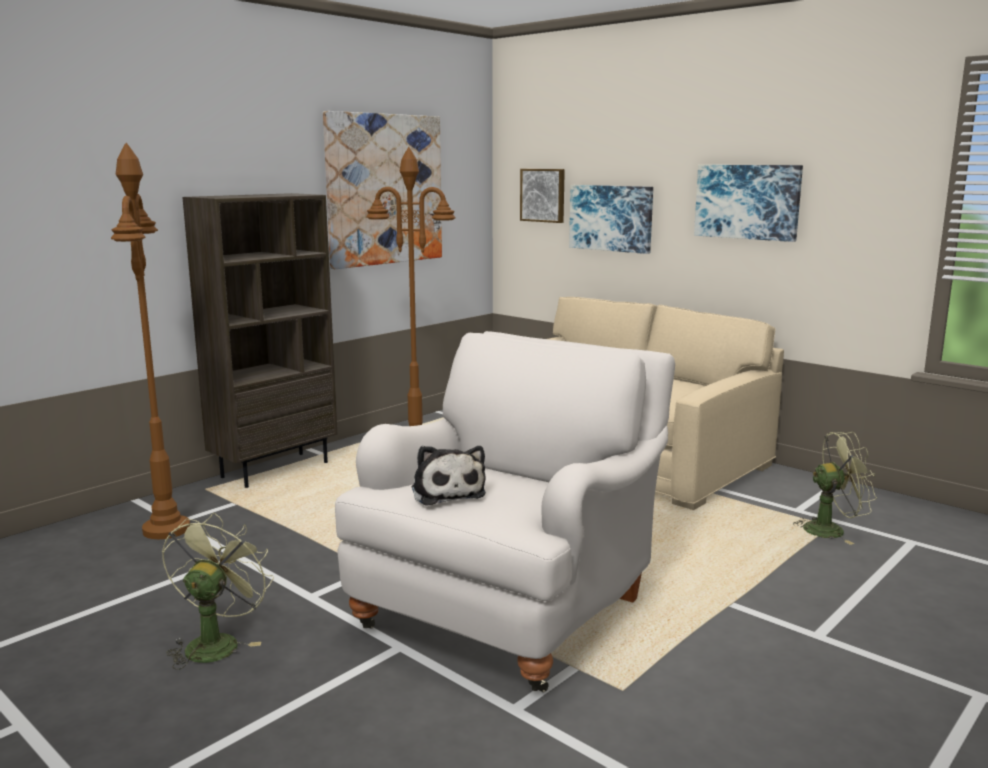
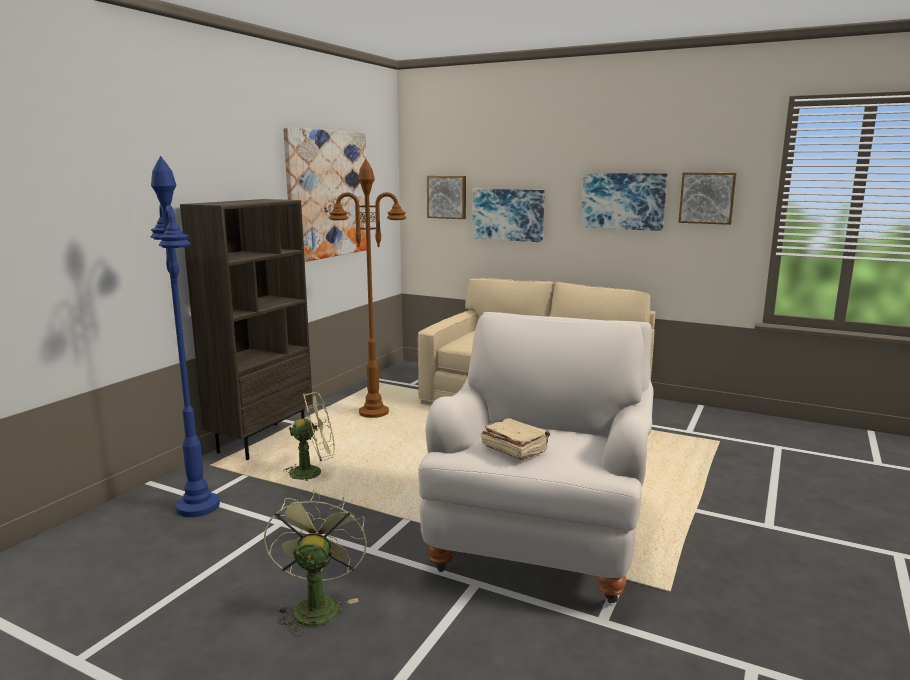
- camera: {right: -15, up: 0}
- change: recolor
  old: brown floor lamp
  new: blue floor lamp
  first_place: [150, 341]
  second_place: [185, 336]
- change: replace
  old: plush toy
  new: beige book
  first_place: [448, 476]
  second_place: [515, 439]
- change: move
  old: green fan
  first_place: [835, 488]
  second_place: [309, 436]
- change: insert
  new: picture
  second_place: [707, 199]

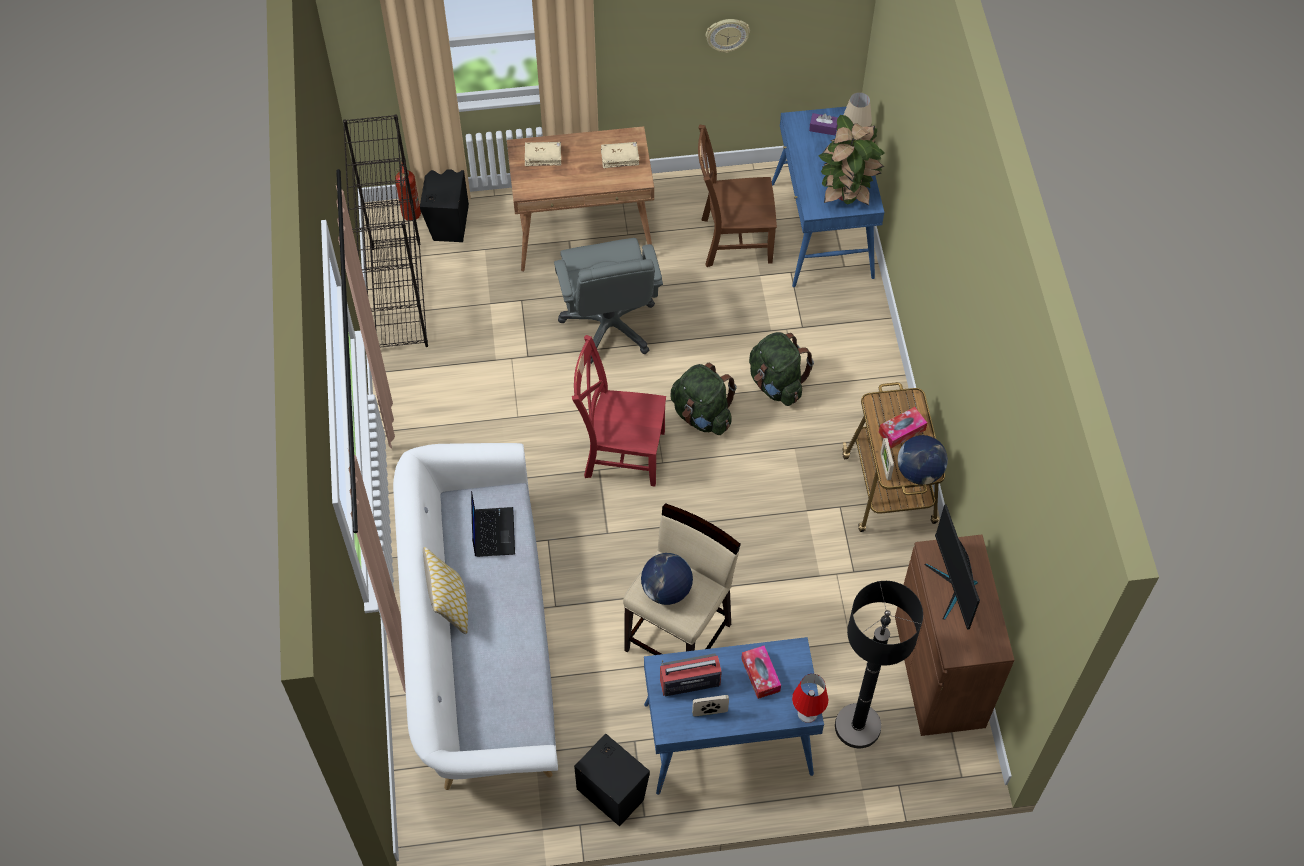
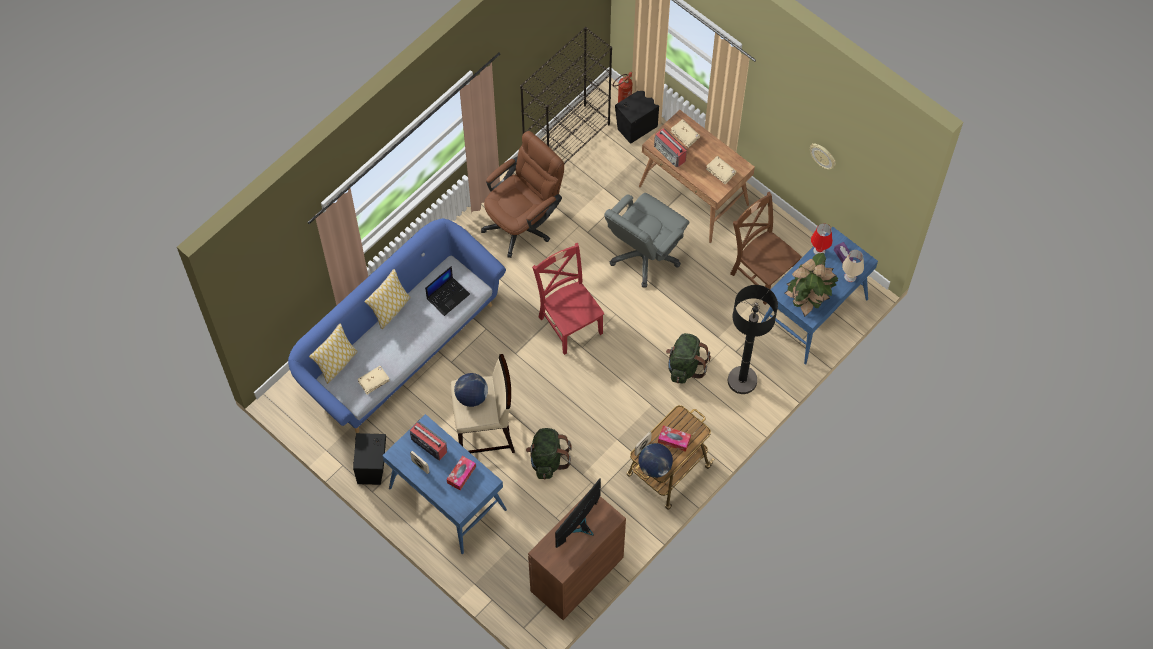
- camera: {right: 50, up: 5}
- change: recolor
  old: white sofa
  new: blue sofa
  first_place: [475, 616]
  second_place: [397, 325]
- change: move
  old: green backpack
  first_place: [703, 399]
  second_place: [549, 453]
- change: move
  old: red table lamp
  first_place: [810, 698]
  second_place: [822, 239]
- change: move
  old: black floor lamp
  first_place: [879, 664]
  second_place: [753, 339]
- change: insert
  new: pillow
  second_place: [333, 354]
- change: insert
  new: beige book
  second_place: [374, 380]
- change: insert
  new: brown office chair
  second_place: [522, 194]
- change: insert
  new: radio
  second_place: [670, 148]

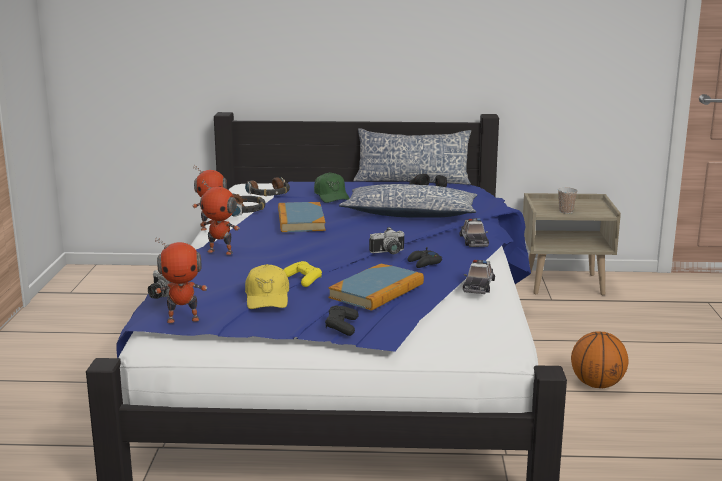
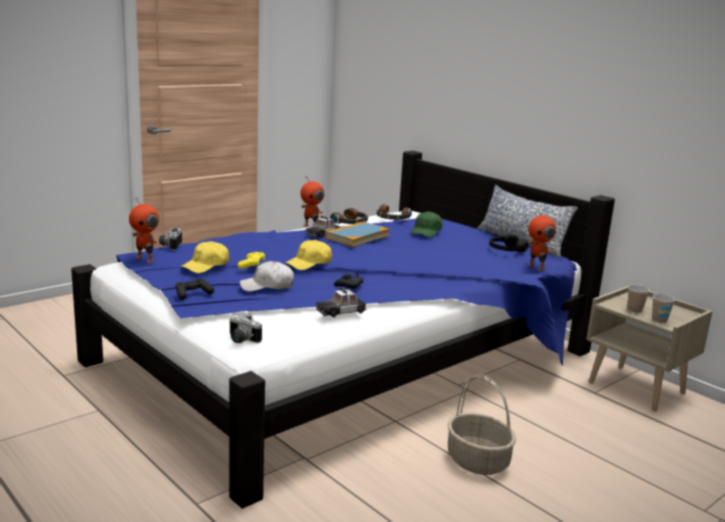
- camera: {right: 45, up: 0}
- change: move
  old: toy robot
  first_place: [220, 217]
  second_place: [542, 239]
- change: replace
  old: book
  new: white cap
  first_place: [376, 287]
  second_place: [267, 276]
- change: delete
  old: pillow
  first_place: [408, 201]
- change: move
  old: photo camera
  first_place: [386, 240]
  second_place: [246, 328]
- change: move
  old: toy car
  first_place: [474, 232]
  second_place: [322, 227]
- change: replace
  old: basketball
  new: basket
  first_place: [600, 359]
  second_place: [482, 424]
- change: insert
  new: yellow cap
  second_place: [308, 255]
- change: insert
  new: cup
  second_place: [663, 308]

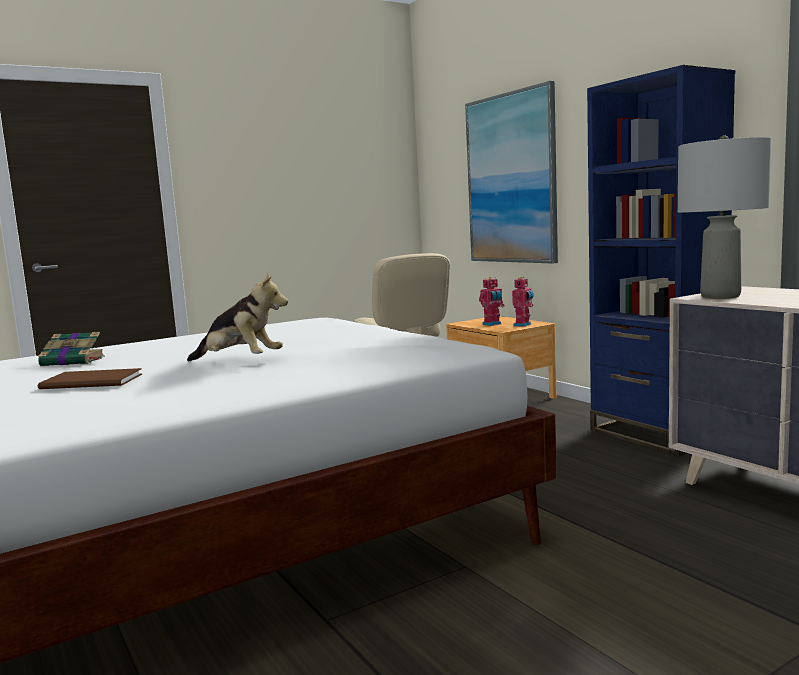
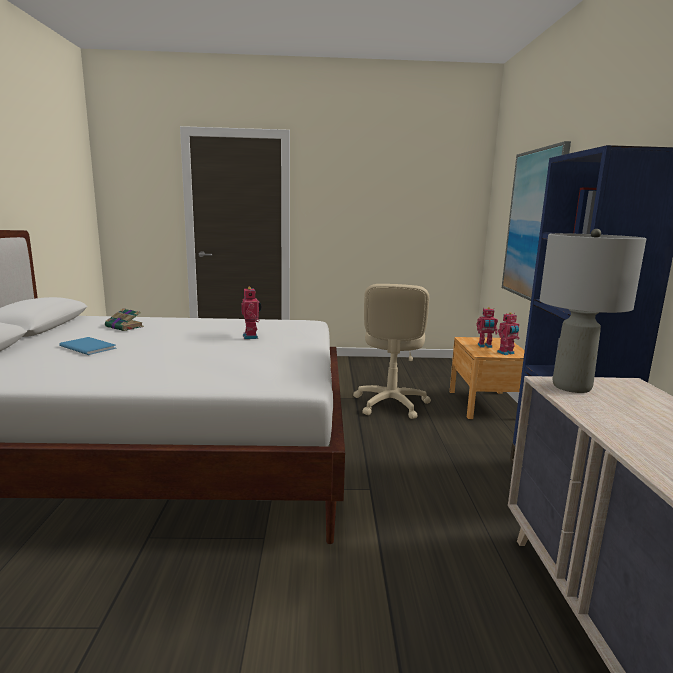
- camera: {right: 30, up: 5}
- change: recolor
  old: brown book
  new: blue book
  first_place: [90, 378]
  second_place: [87, 346]
- change: delete
  old: plush toy
  first_place: [237, 317]
- change: insert
  new: toy robot
  second_place: [251, 313]

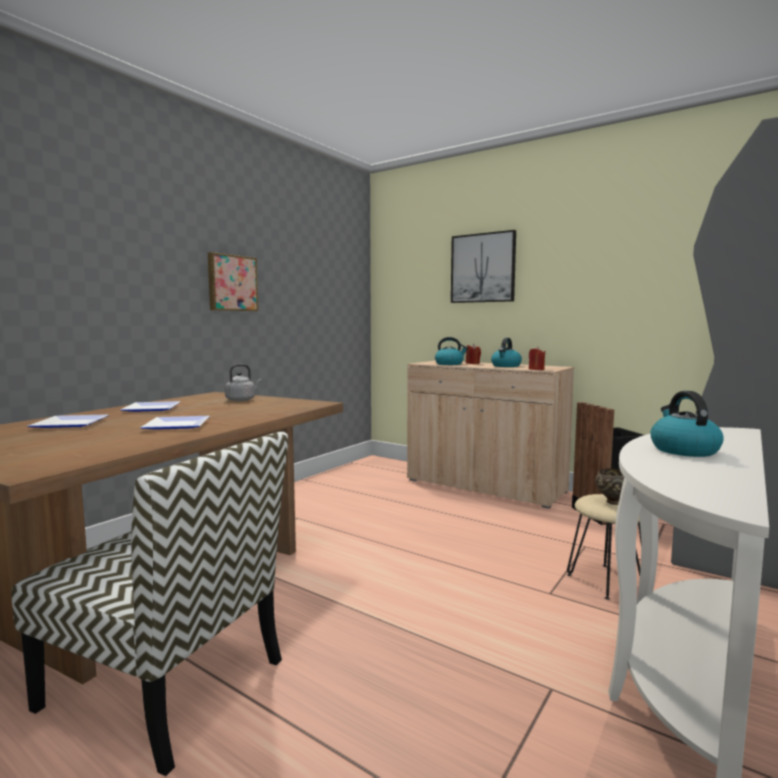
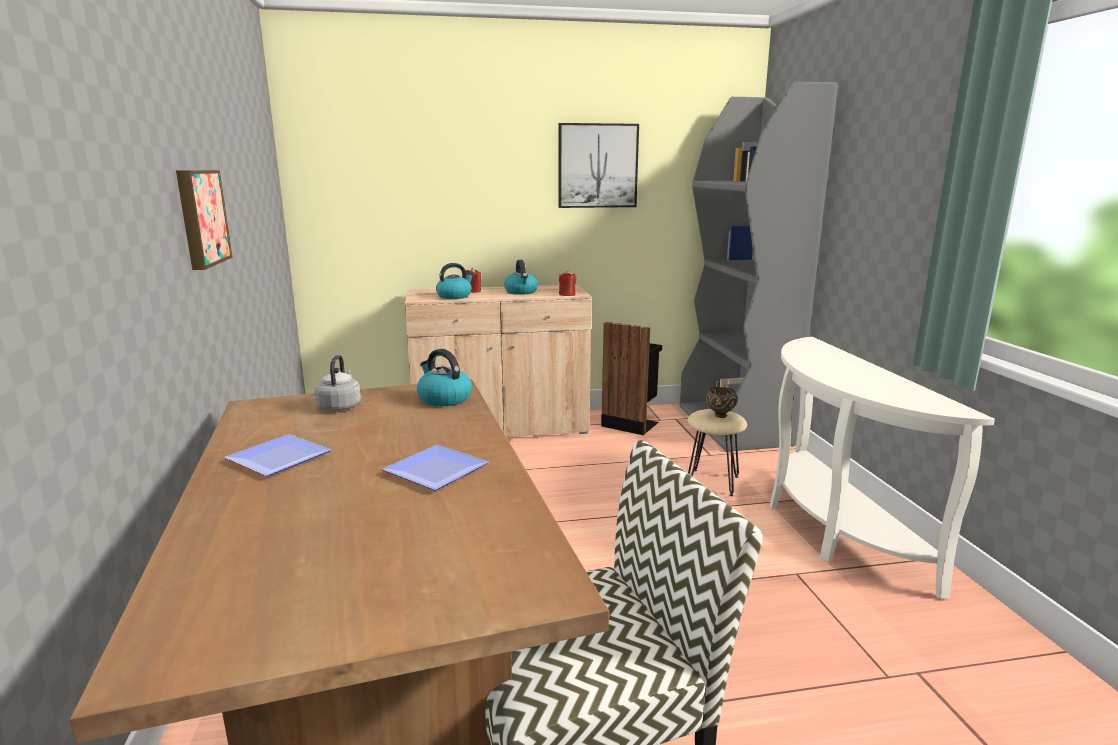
- camera: {right: -45, up: 10}
- change: delete
  old: plate
  first_place: [68, 421]
- change: move
  old: picture
  first_place: [483, 266]
  second_place: [599, 165]
- change: move
  old: kettle
  first_place: [687, 424]
  second_place: [444, 377]

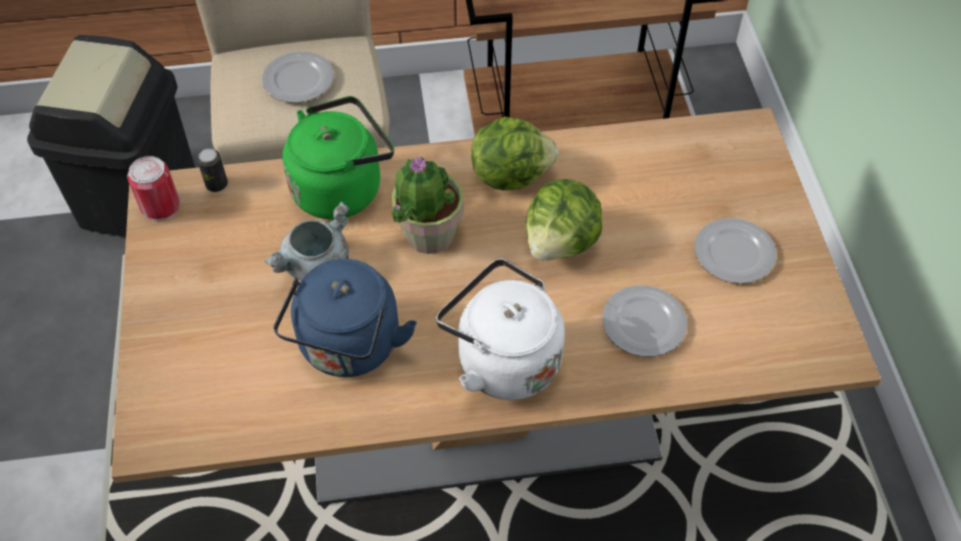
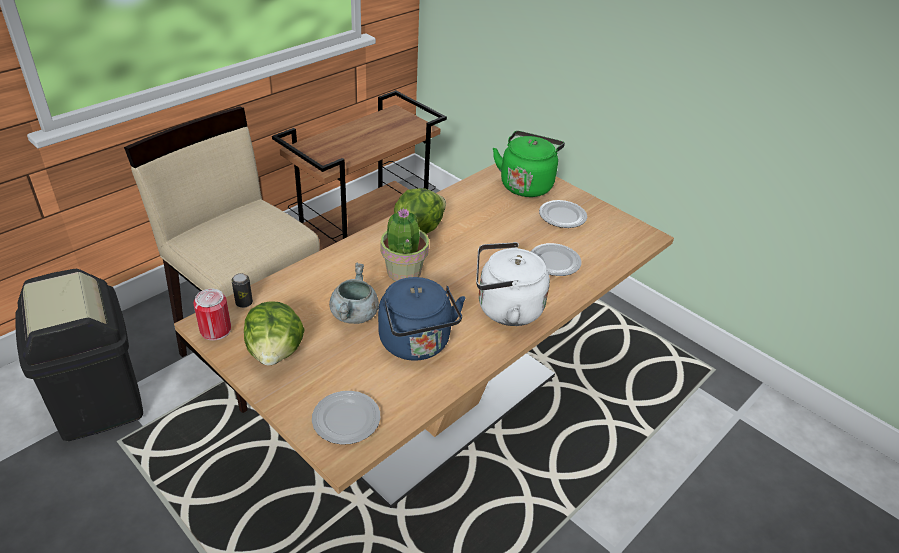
- camera: {right: -40, up: -15}
- change: move
  old: plate
  first_place: [298, 77]
  second_place: [346, 418]
- change: move
  old: green kettle
  first_place: [338, 157]
  second_place: [529, 164]
- change: move
  old: lettuce
  first_place: [564, 219]
  second_place: [274, 333]

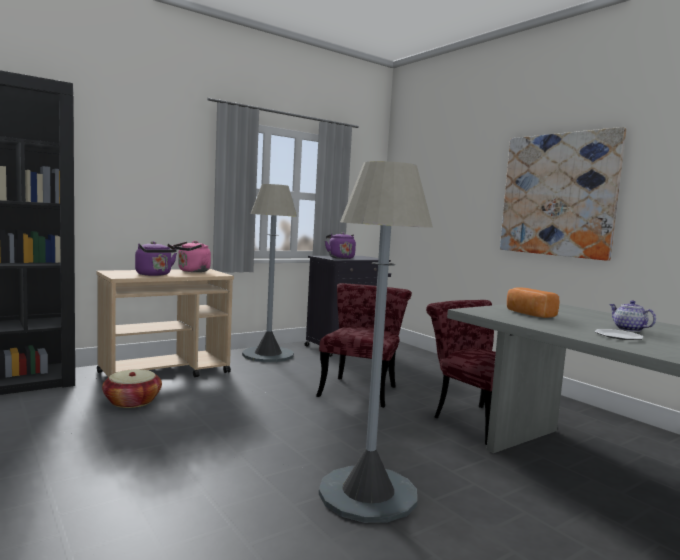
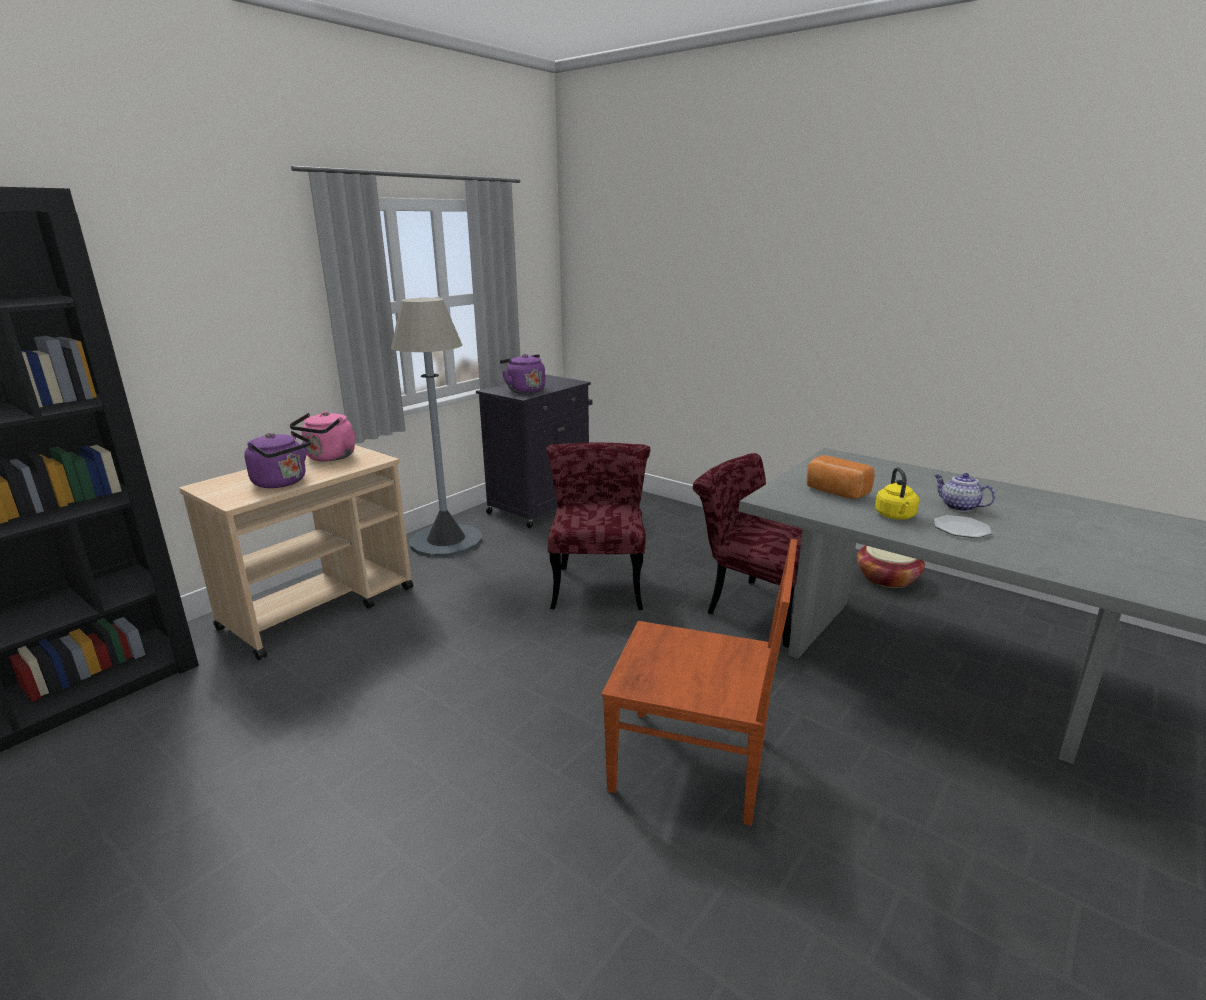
- camera: {right: -15, up: 15}
- change: move
  old: basket
  first_place: [132, 388]
  second_place: [891, 566]
- change: replace
  old: grey floor lamp
  new: brown chair
  first_place: [376, 342]
  second_place: [699, 682]
- change: delete
  old: picture
  first_place: [563, 194]
- change: insert
  new: yellow kettle
  second_place: [897, 493]

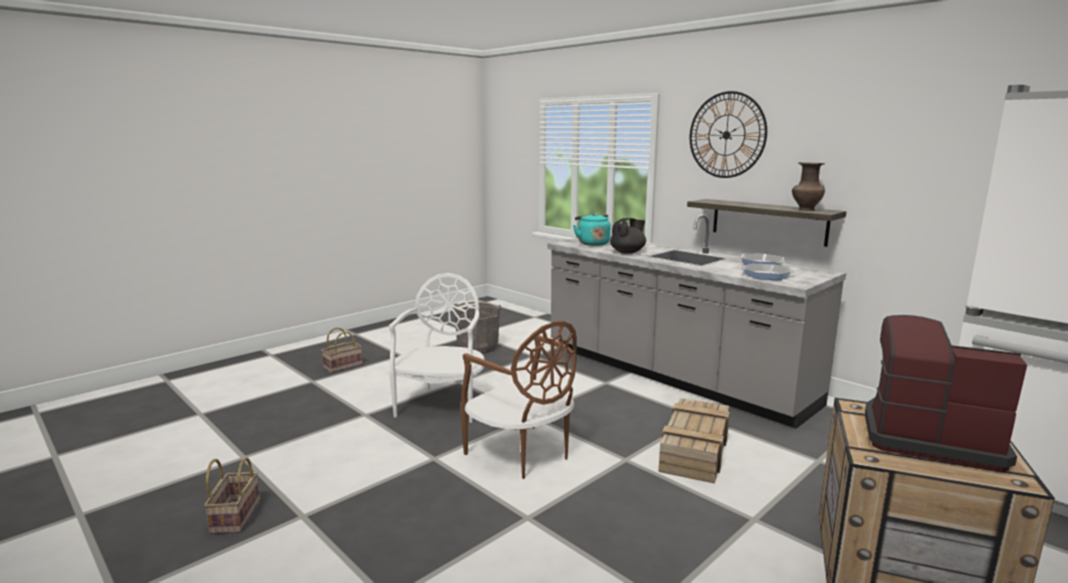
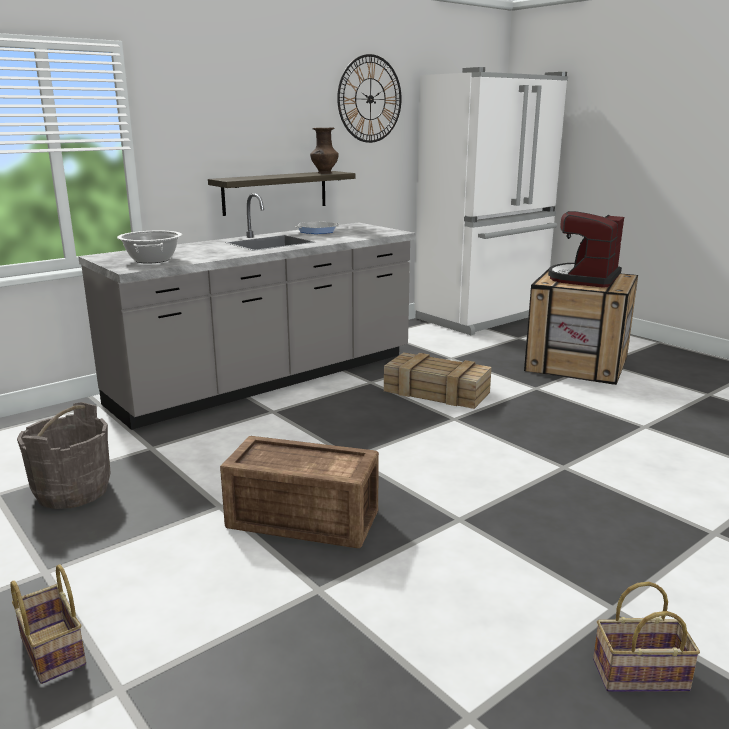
- camera: {right: -85, up: 5}
- change: replace
  old: white chair
  new: crate
  first_place: [437, 348]
  second_place: [299, 492]
- change: delete
  old: brown chair
  first_place: [518, 400]
- change: replace
  old: turquoise kettle
  new: cooking pot
  first_place: [592, 229]
  second_place: [149, 247]
- change: delete
  old: black teapot
  first_place: [628, 236]
- change: move
  old: wall clock
  first_place: [728, 134]
  second_place: [369, 98]
- change: delete
  old: frying pan
  first_place: [767, 272]

